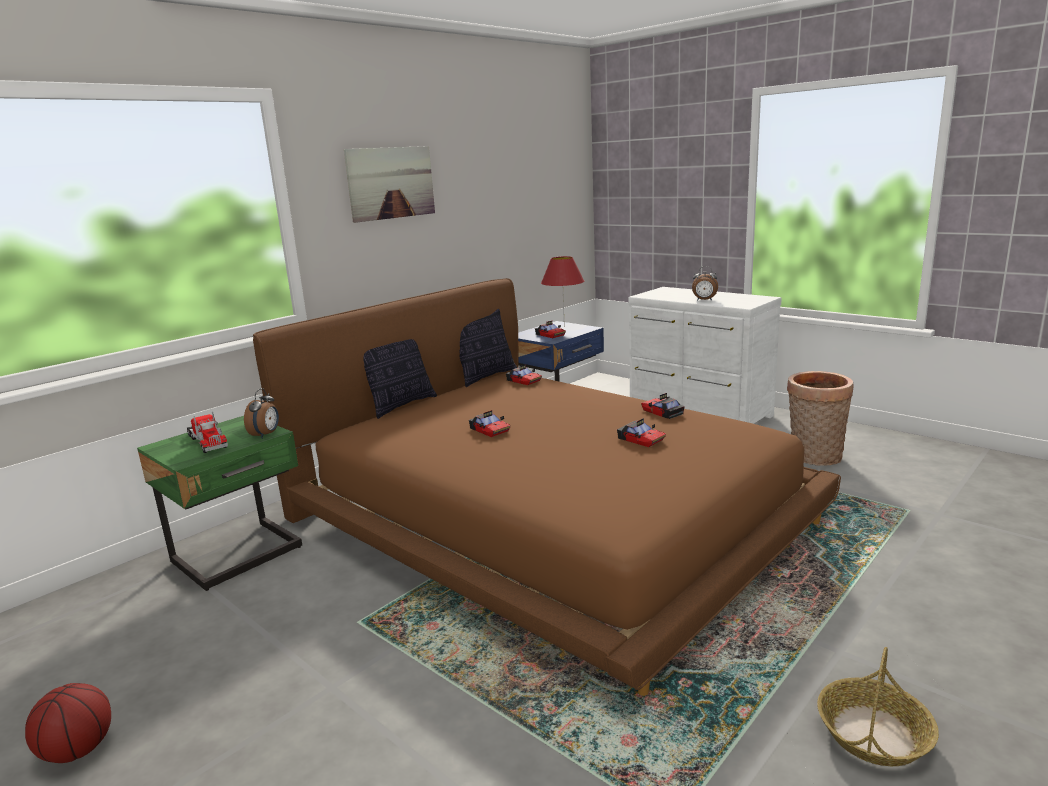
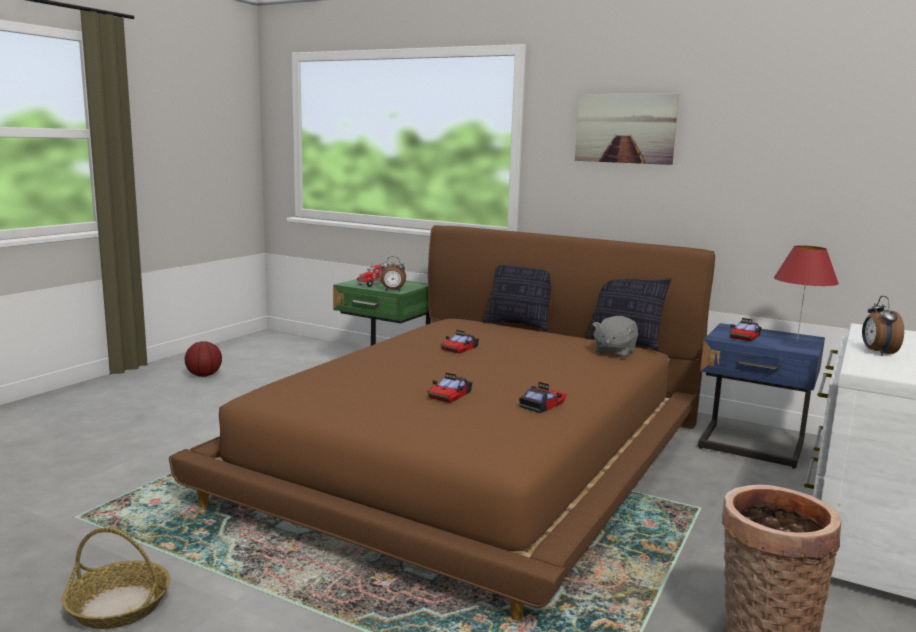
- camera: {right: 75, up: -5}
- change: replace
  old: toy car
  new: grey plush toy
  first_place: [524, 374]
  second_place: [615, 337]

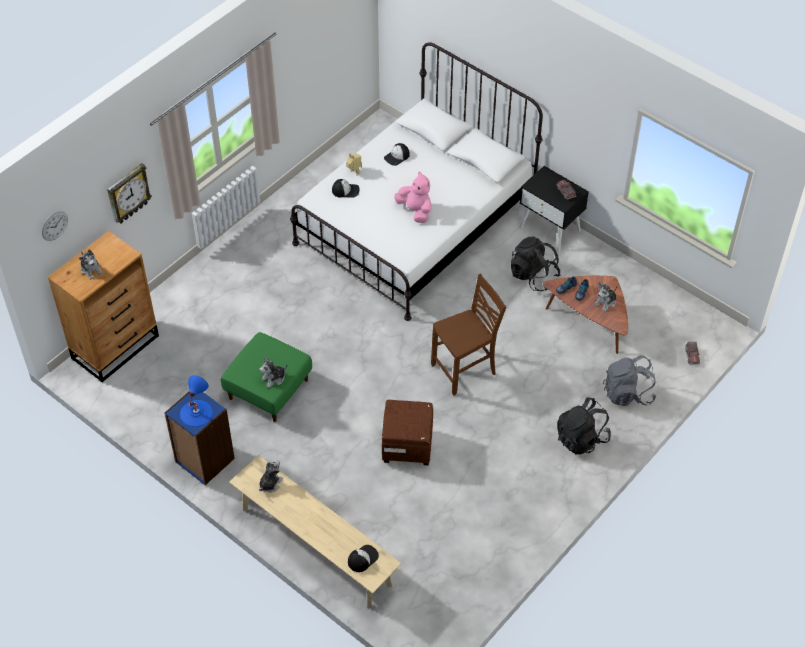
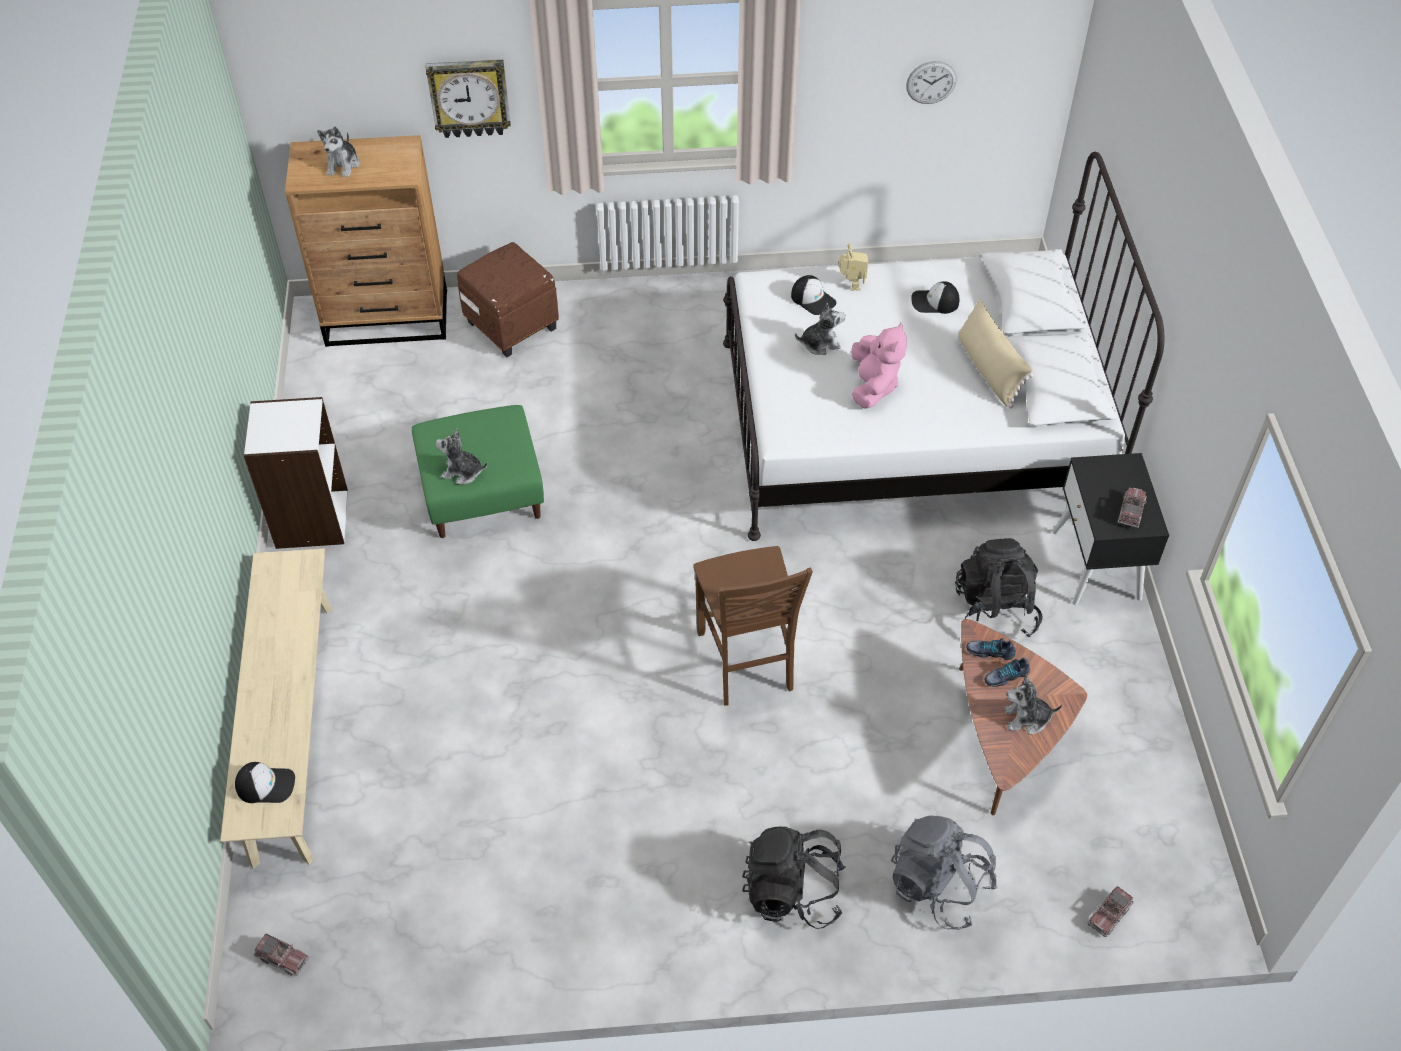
- camera: {right: 45, up: 0}
- change: move
  old: wall clock
  first_place: [55, 226]
  second_place: [931, 82]
- change: recolor
  old: blue bookcase
  new: white bookcase
  first_place: [200, 438]
  second_place: [296, 473]
- change: delete
  old: blue table lamp
  first_place: [196, 401]
- change: move
  old: plush toy
  first_place: [271, 476]
  second_place: [820, 329]
- change: move
  old: brown ottoman
  first_place: [407, 433]
  second_place: [508, 299]
- change: rotate
  old: brown chair
  first_place: [468, 335]
  second_place: [753, 626]
  degrees: 60
- change: insert
  new: toy truck
  second_place: [281, 955]
- change: insert
  new: beige pillow
  second_place: [996, 353]

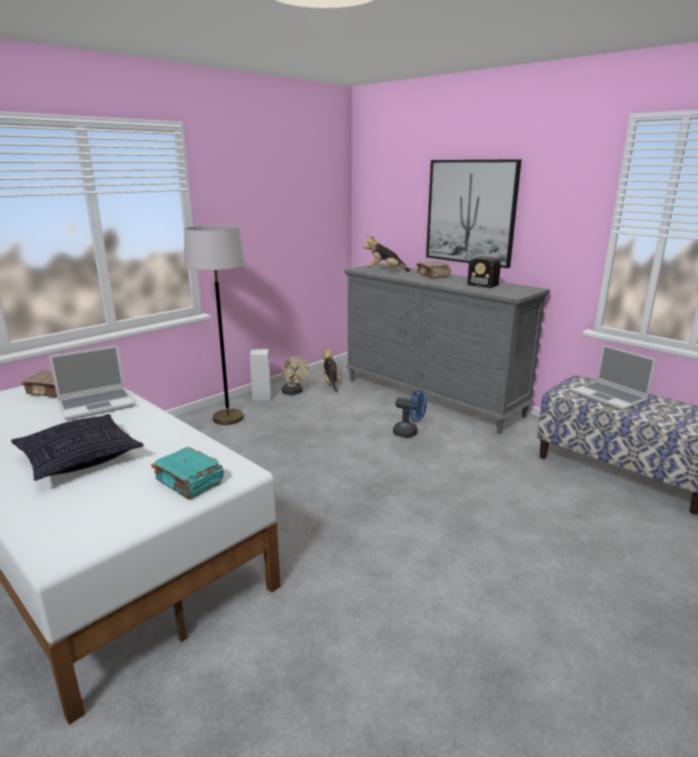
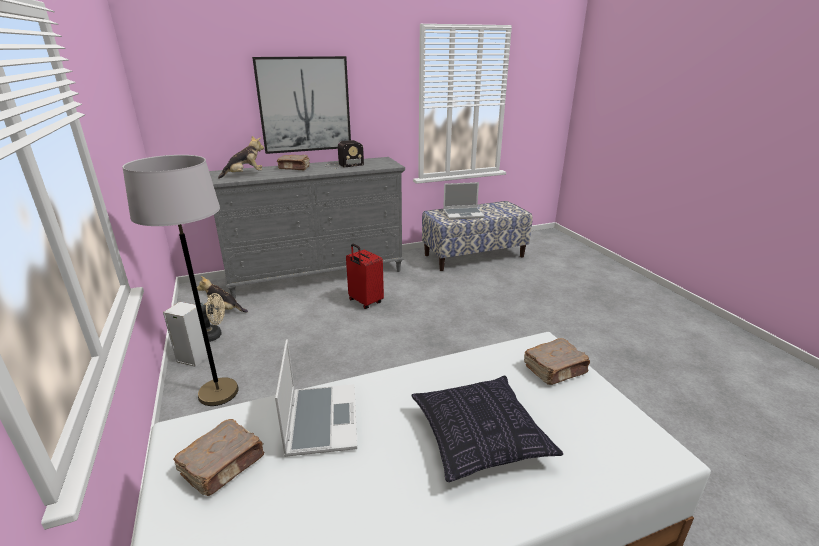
- camera: {right: -65, up: 5}
- change: recolor
  old: turquoise book
  new: brown book
  first_place: [187, 473]
  second_place: [557, 361]
- change: rotate
  old: plush toy
  first_place: [386, 253]
  second_place: [241, 157]
  degrees: -150
- change: replace
  old: blue fan
  new: red suitcase
  first_place: [410, 414]
  second_place: [365, 276]

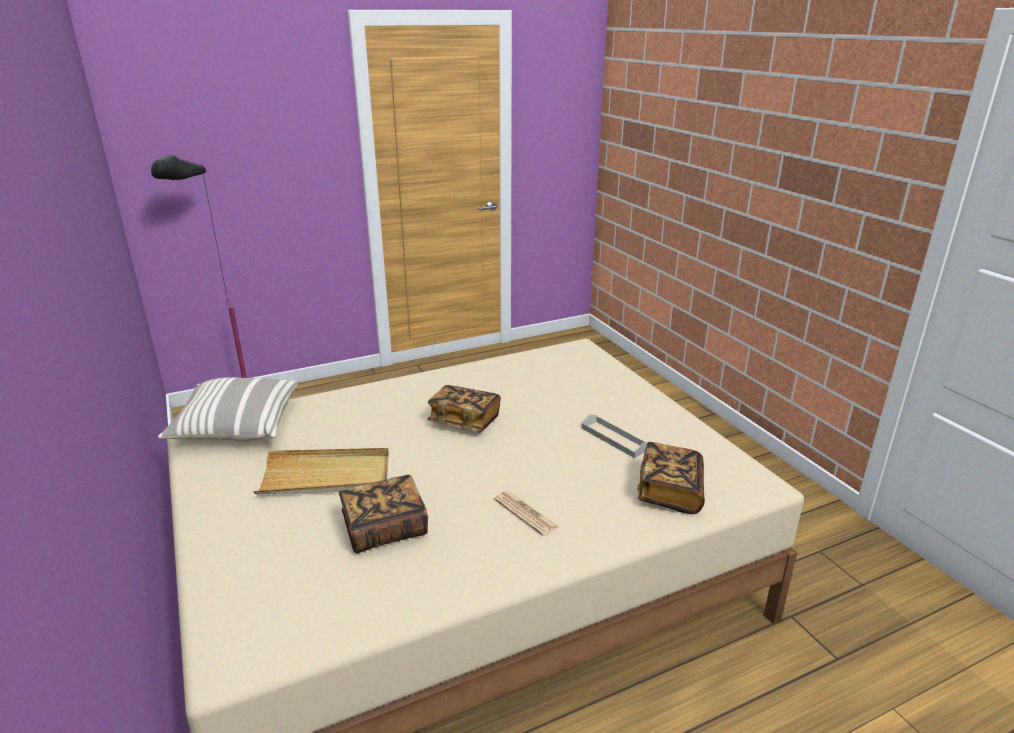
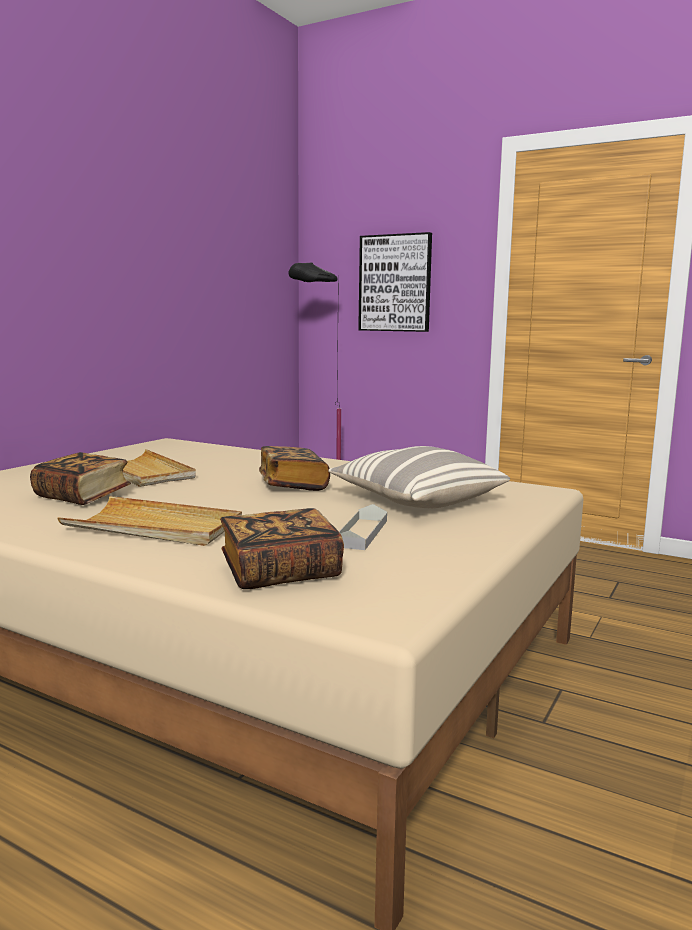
- camera: {right: 55, up: -15}
- change: move
  old: pillow
  first_place: [228, 409]
  second_place: [419, 477]
- change: replace
  old: newspaper
  new: beige tray
  first_place: [526, 513]
  second_place: [149, 521]
- change: insert
  new: picture
  second_place: [395, 282]

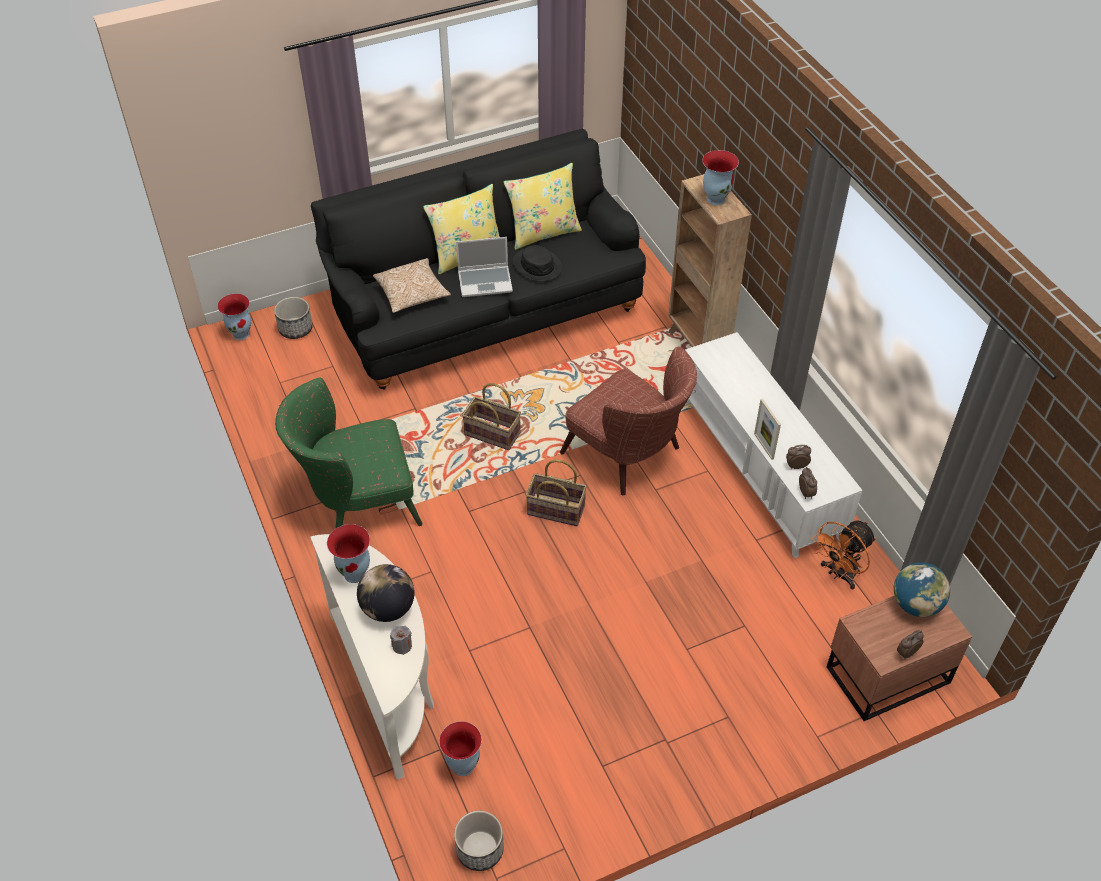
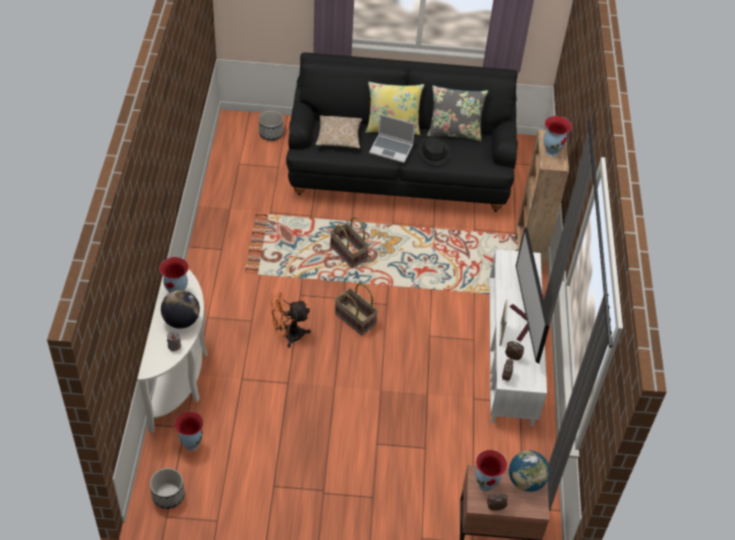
- camera: {right: 25, up: 0}
- change: move
  old: vase
  first_place: [234, 317]
  second_place: [491, 471]
- change: delete
  old: green armchair
  first_place: [348, 453]
- change: recolor
  old: yellow pillow
  new: grey pillow
  first_place: [543, 206]
  second_place: [457, 113]
- change: delete
  old: brown armchair
  first_place: [628, 421]
- change: move
  old: orange fan
  first_place: [844, 555]
  second_place: [290, 320]
- change: insert
  new: television
  second_place: [530, 295]

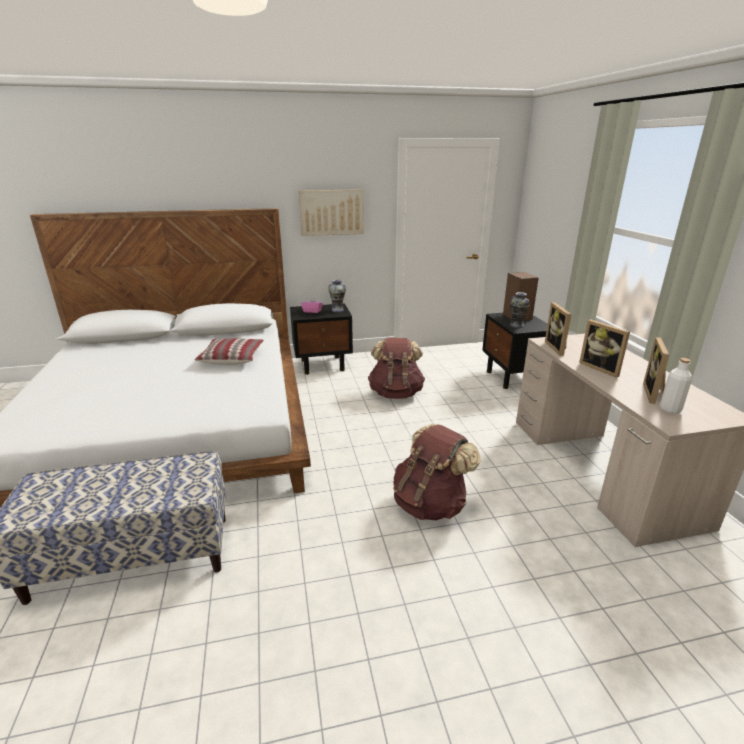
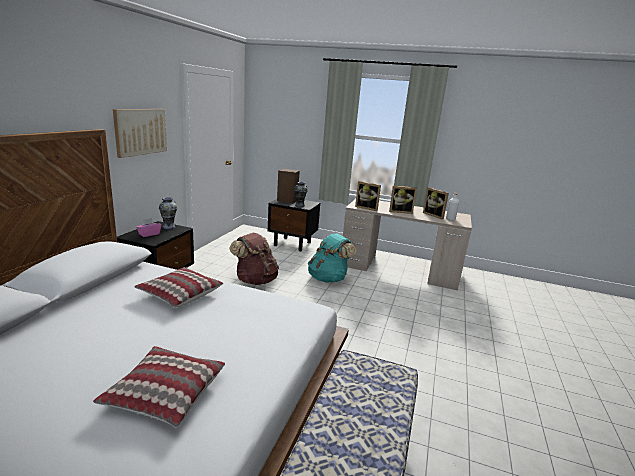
- camera: {right: -60, up: -5}
- change: delete
  old: brown backpack
  first_place: [436, 472]
- change: insert
  new: pillow
  second_place: [159, 387]
- change: insert
  new: turquoise backpack
  second_place: [332, 258]

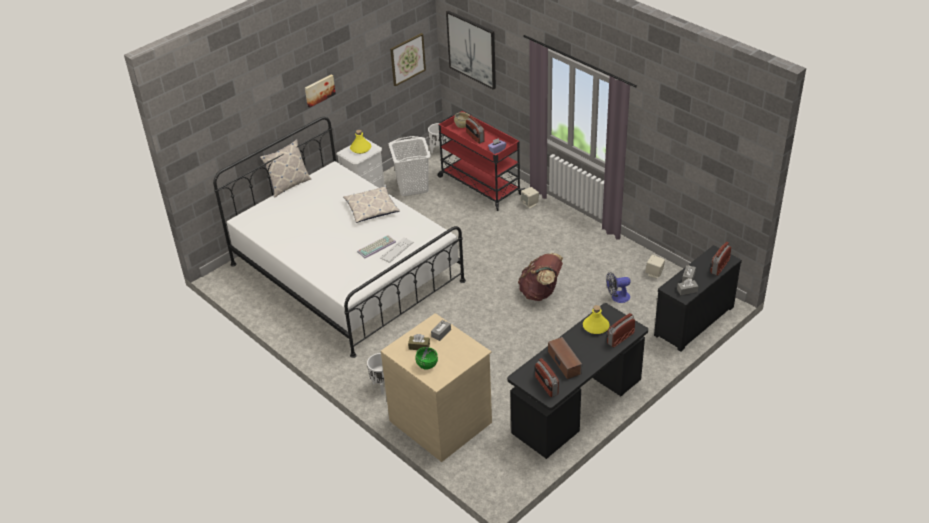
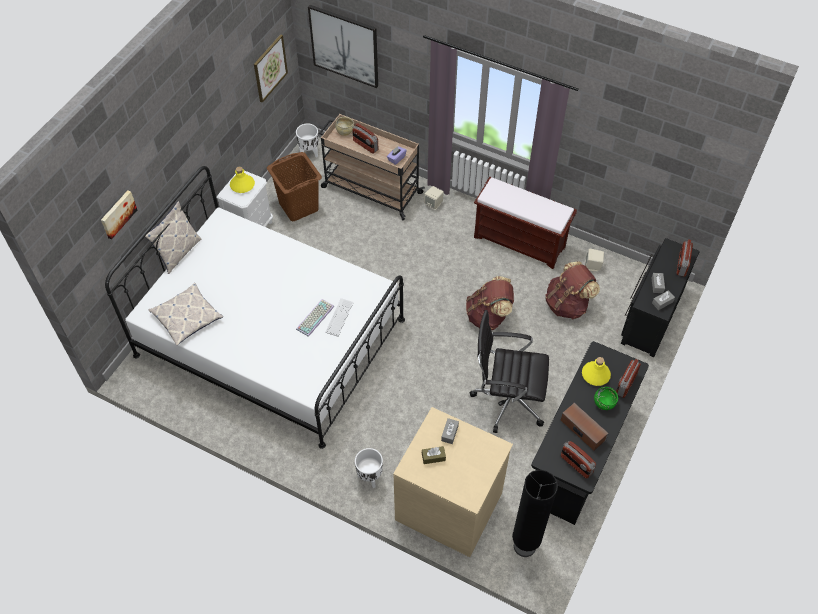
- camera: {right: -20, up: 15}
- change: move
  old: picture
  first_place: [320, 91]
  second_place: [119, 215]
- change: move
  old: pillow
  first_place: [371, 204]
  second_place: [185, 314]
- change: recolor
  old: white laundry basket
  new: brown laundry basket
  first_place: [410, 166]
  second_place: [294, 186]
- change: move
  old: green bowl
  first_place: [426, 358]
  second_place: [606, 398]
- change: recolor
  old: red cart
  new: beige cart
  first_place: [481, 161]
  second_place: [372, 167]
- change: replace
  old: fan
  new: brown backpack
  first_place: [618, 287]
  second_place: [572, 290]
- change: insert
  new: black office chair
  second_place: [509, 371]
- change: insert
  new: brown bench
  second_place: [525, 223]
- change: insert
  new: black floor lamp
  second_place: [535, 513]

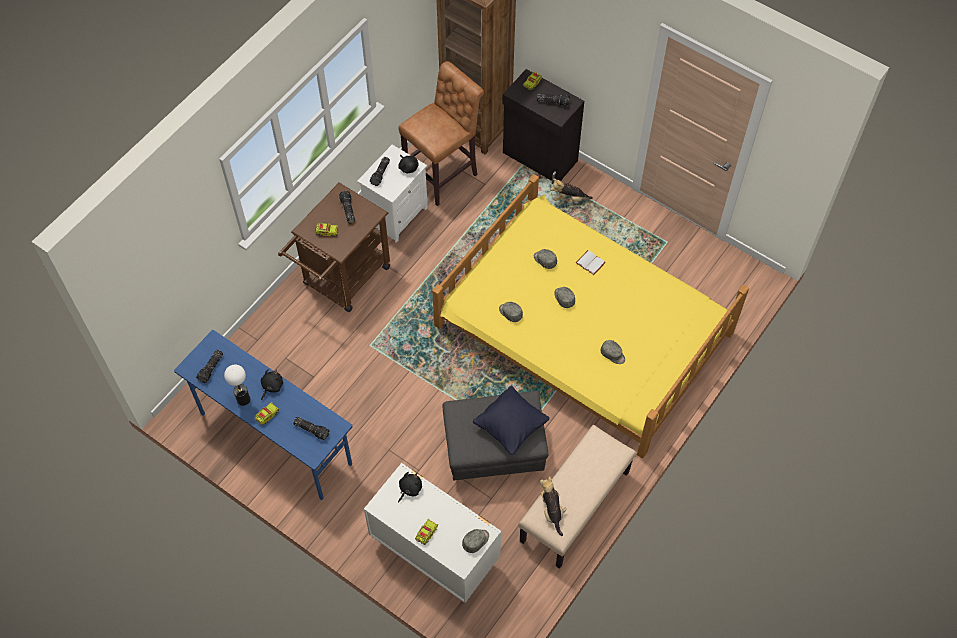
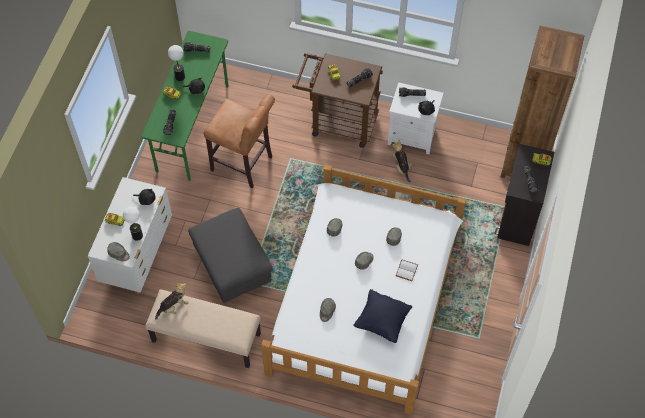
- camera: {right: 70, up: 0}
- change: recolor
  old: blue desk
  new: green desk
  first_place: [263, 415]
  second_place: [184, 106]
- change: move
  old: brown stool
  first_place: [441, 133]
  second_place: [239, 141]
- change: recolor
  old: yellow bed
  new: white bed
  first_place: [590, 316]
  second_place: [363, 290]
- change: move
  old: black pillow
  first_place: [511, 420]
  second_place: [382, 316]
- change: move
  old: plush toy
  first_place: [571, 190]
  second_place: [402, 161]
- change: insert
  new: table lamp
  second_place: [133, 223]

